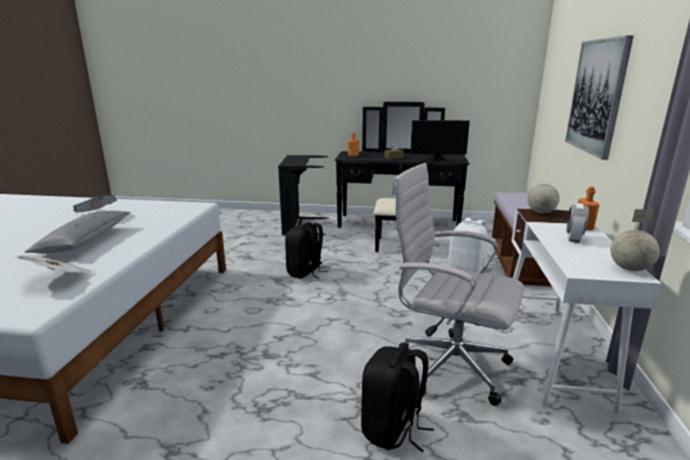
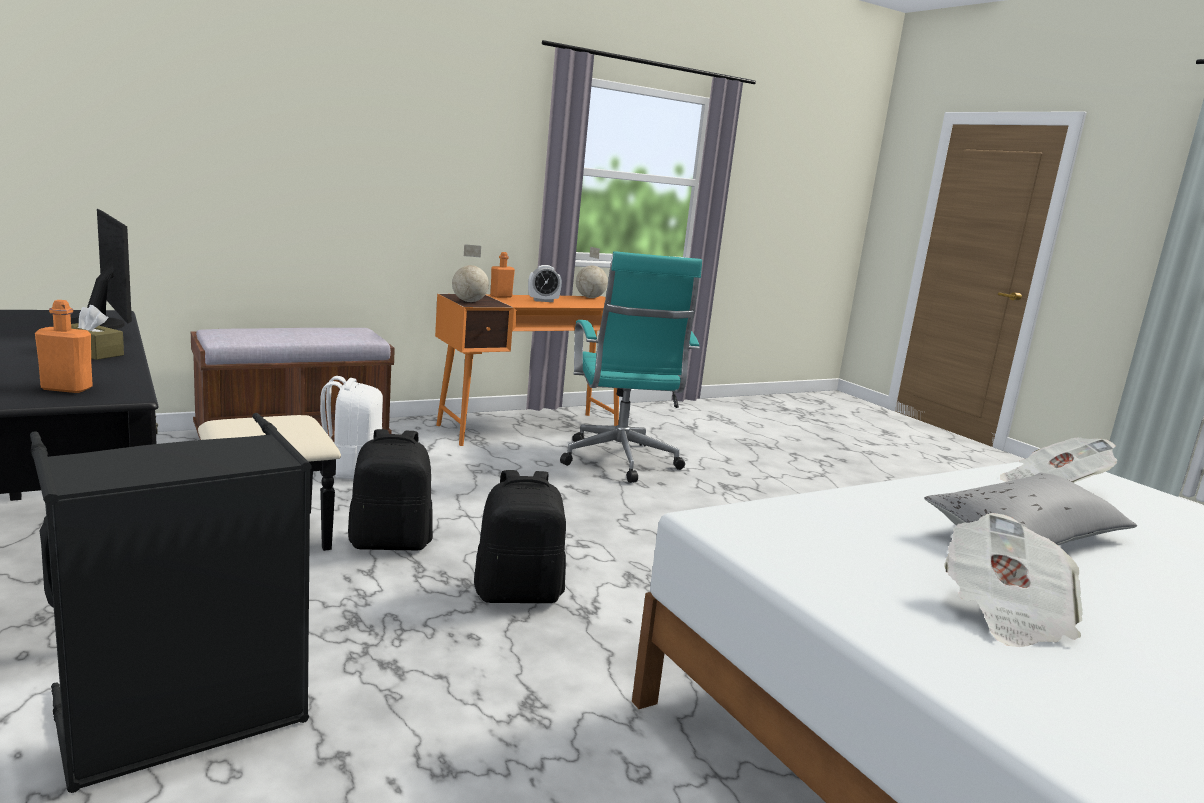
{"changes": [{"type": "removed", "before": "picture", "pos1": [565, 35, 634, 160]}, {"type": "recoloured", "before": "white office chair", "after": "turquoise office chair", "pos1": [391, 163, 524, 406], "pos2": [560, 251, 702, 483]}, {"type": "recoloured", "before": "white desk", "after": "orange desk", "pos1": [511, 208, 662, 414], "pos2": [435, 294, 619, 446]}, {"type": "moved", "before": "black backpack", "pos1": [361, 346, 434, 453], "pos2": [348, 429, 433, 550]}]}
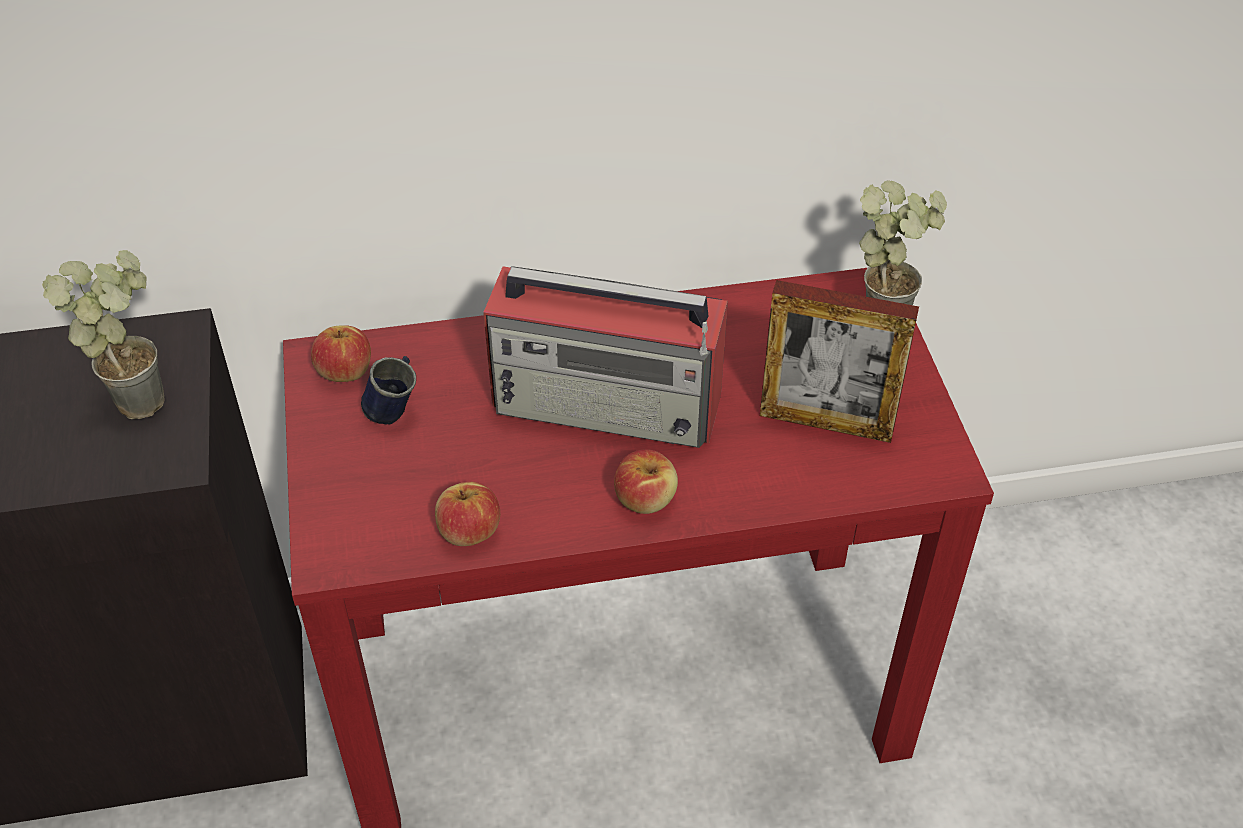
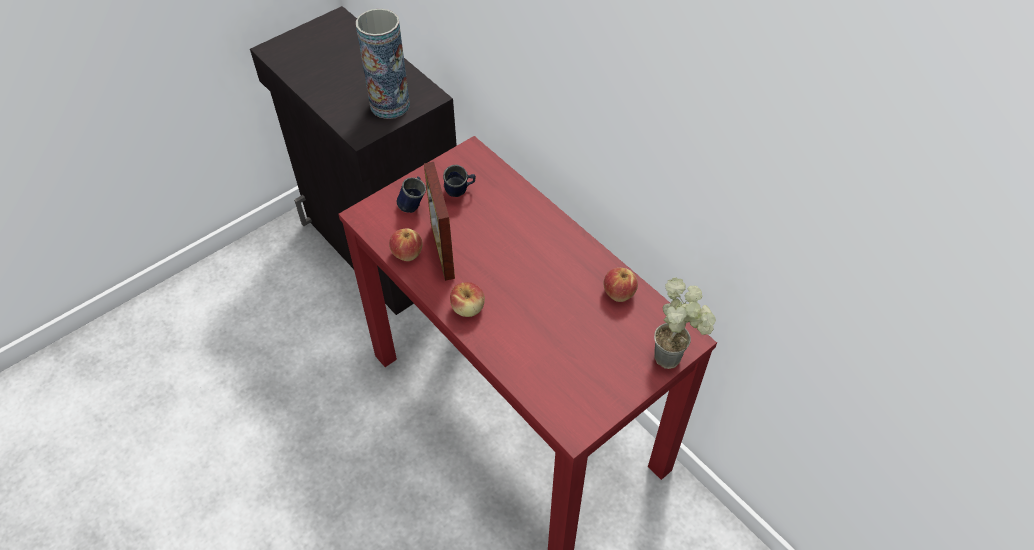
{"changes": [{"type": "replaced", "before": "potted plant", "after": "vase", "pos1": [42, 250, 165, 419], "pos2": [356, 9, 410, 119]}, {"type": "removed", "before": "radio", "pos1": [483, 266, 728, 448]}, {"type": "moved", "before": "picture frame", "pos1": [760, 280, 919, 443], "pos2": [424, 162, 455, 281]}, {"type": "moved", "before": "apple", "pos1": [311, 325, 371, 382], "pos2": [603, 268, 638, 302]}, {"type": "added", "after": "blue mug", "pos2": [397, 176, 426, 213]}]}
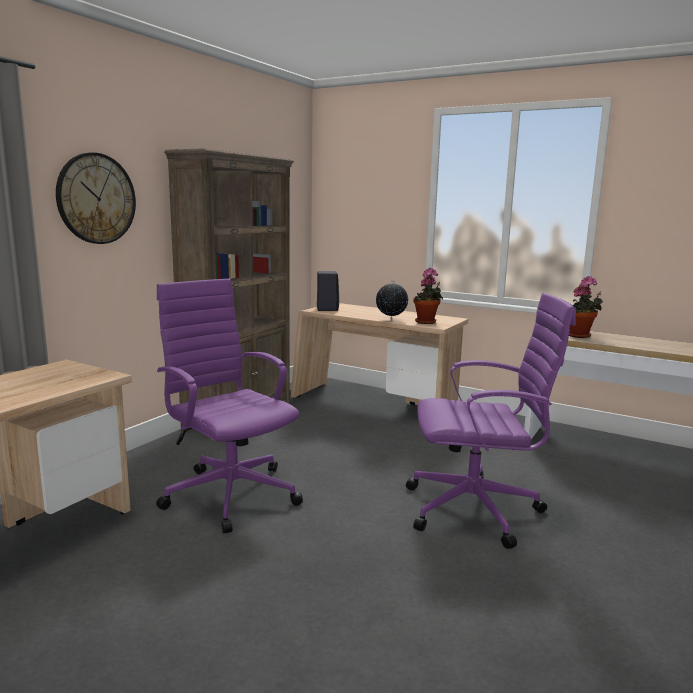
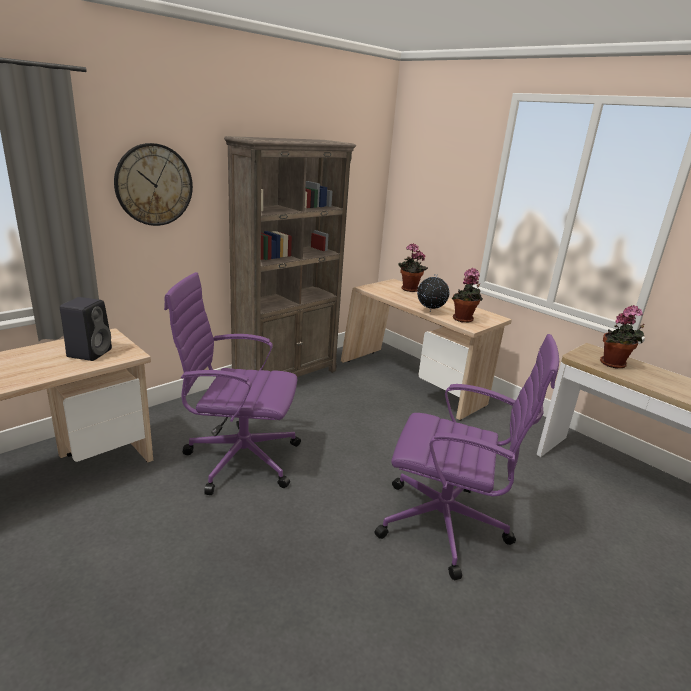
{"changes": [{"type": "moved", "before": "black speaker", "pos1": [317, 271, 339, 311], "pos2": [60, 297, 112, 361]}, {"type": "turned", "before": "purple office chair", "pos1": [156, 278, 303, 533], "pos2": [164, 272, 301, 495], "turn": -60}, {"type": "added", "after": "potted plant", "pos2": [398, 243, 428, 292]}]}
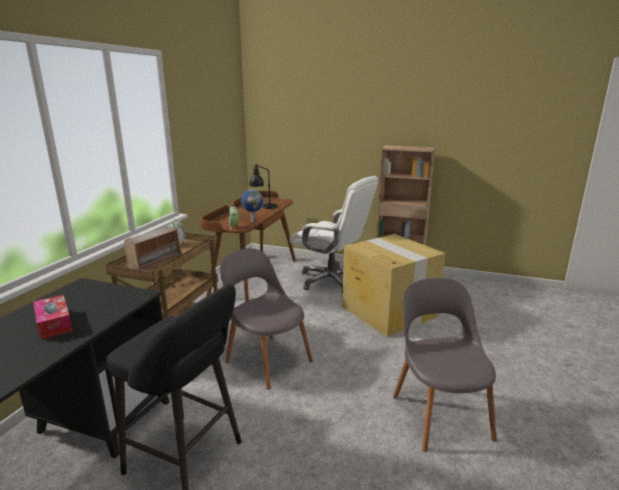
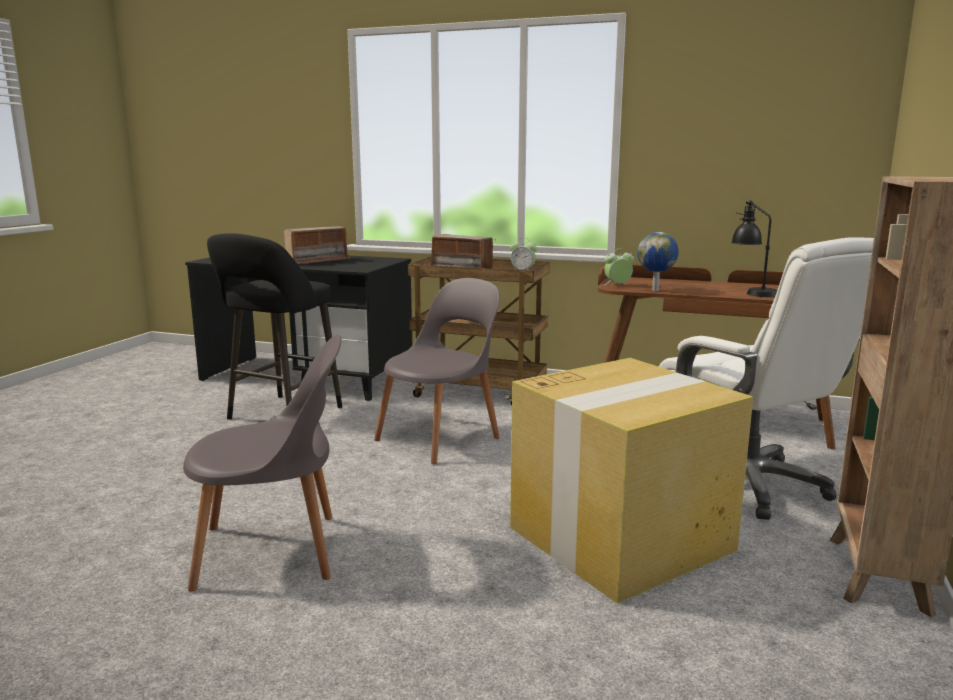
{"changes": [{"type": "turned", "before": "white office chair", "pos1": [290, 176, 378, 294], "pos2": [659, 237, 874, 520], "turn": -60}, {"type": "replaced", "before": "tissue box", "after": "radio", "pos1": [33, 295, 73, 340], "pos2": [284, 226, 350, 264]}]}
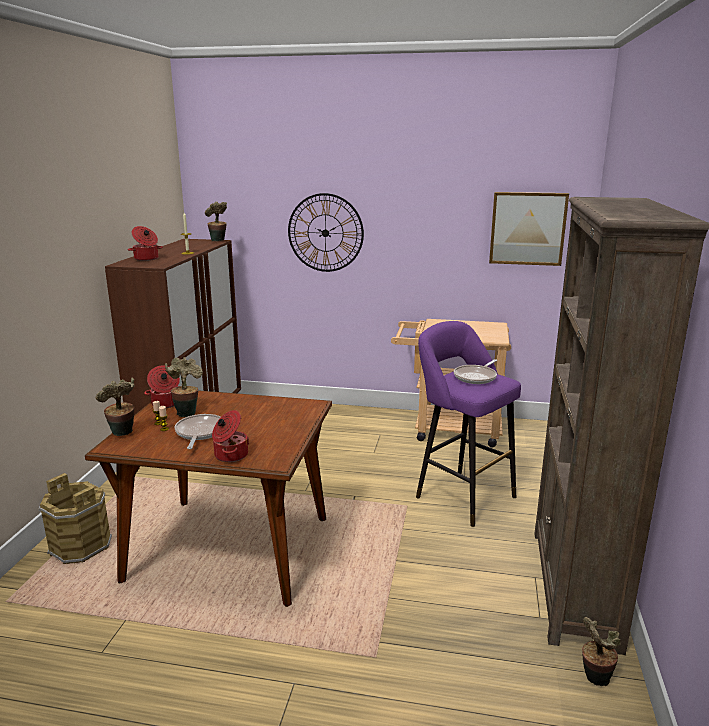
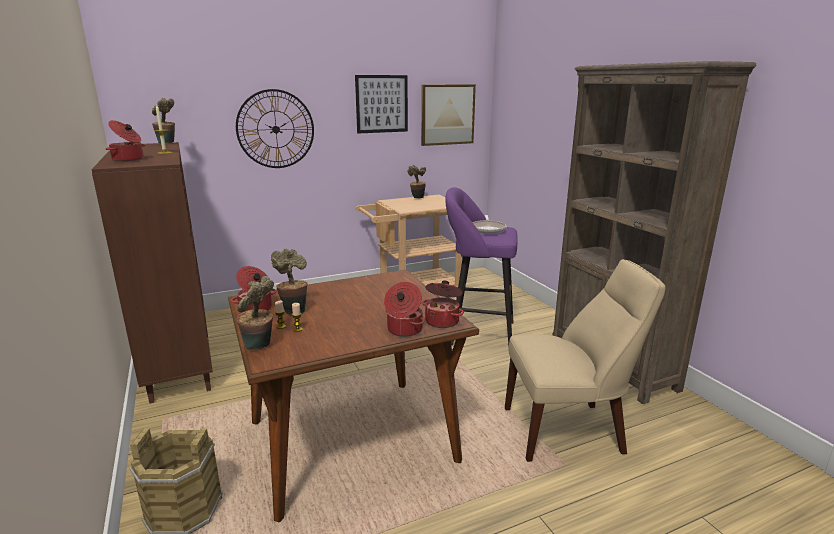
{"changes": [{"type": "removed", "before": "frying pan", "pos1": [175, 414, 221, 449]}, {"type": "moved", "before": "potted plant", "pos1": [582, 617, 621, 686], "pos2": [408, 165, 426, 198]}, {"type": "added", "after": "picture", "pos2": [355, 75, 408, 133]}, {"type": "added", "after": "beige chair", "pos2": [505, 259, 666, 462]}, {"type": "added", "after": "cooking pot", "pos2": [422, 280, 464, 328]}]}
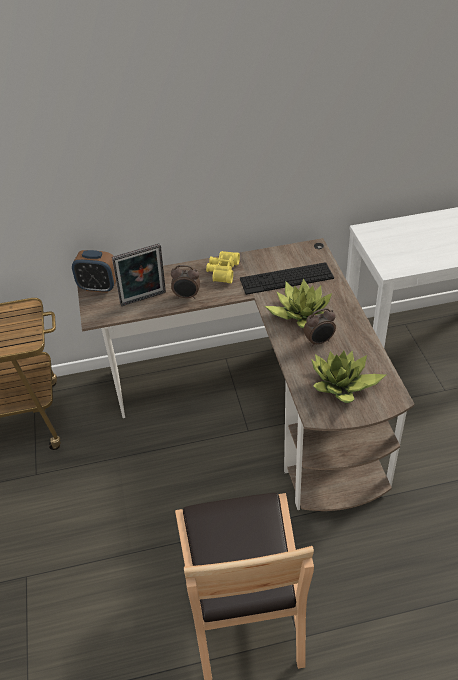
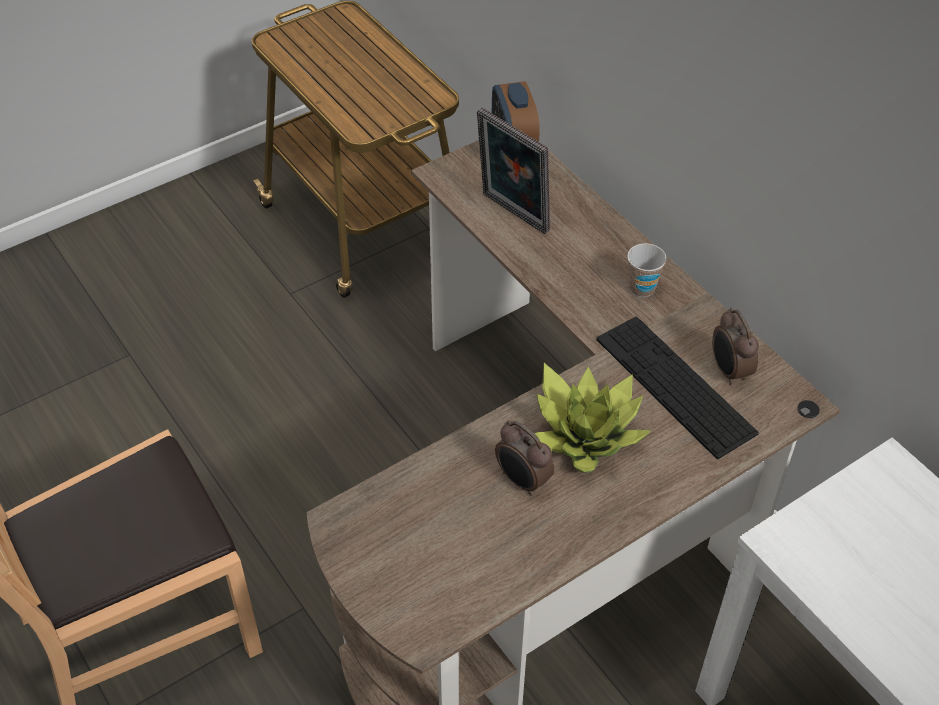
{"changes": [{"type": "replaced", "before": "yellow binoculars", "after": "cup", "pos1": [206, 251, 240, 283], "pos2": [627, 243, 667, 297]}, {"type": "moved", "before": "alarm clock", "pos1": [171, 265, 200, 299], "pos2": [712, 308, 759, 385]}, {"type": "removed", "before": "potted plant", "pos1": [311, 351, 386, 403]}]}
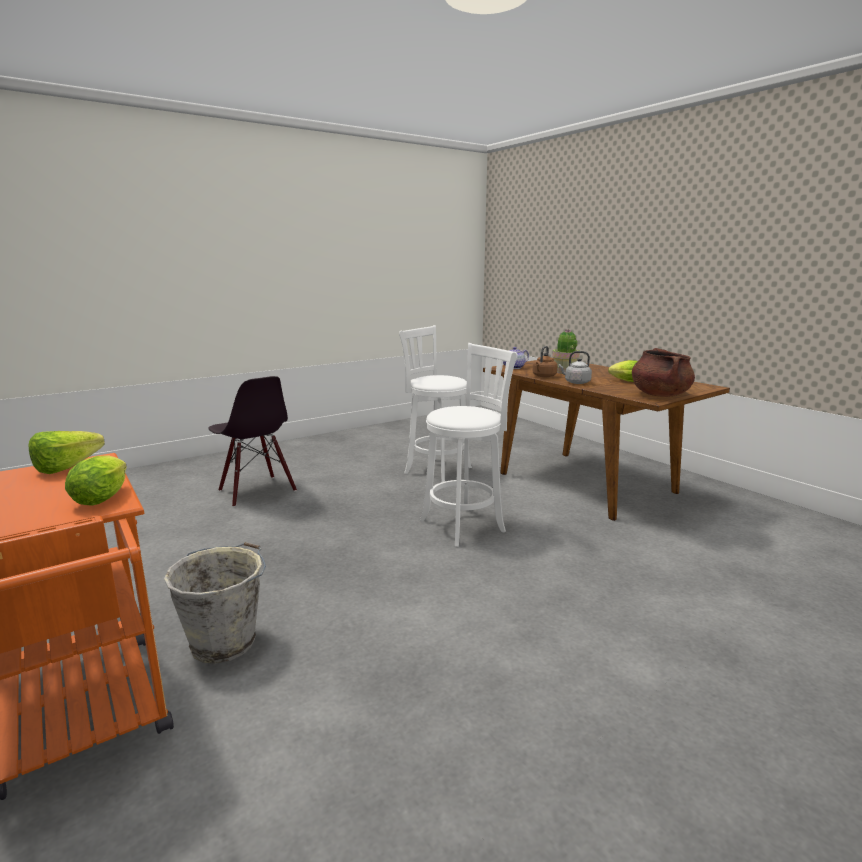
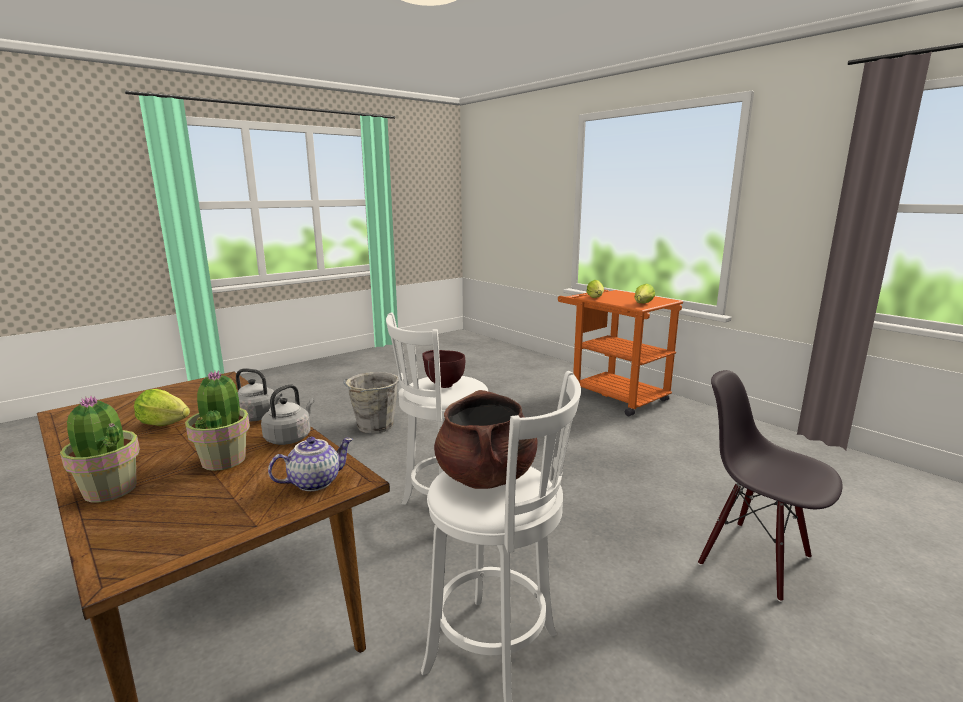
{"changes": [{"type": "recoloured", "before": "brown kettle", "after": "grey kettle", "pos1": [533, 346, 558, 377], "pos2": [261, 384, 315, 445]}, {"type": "moved", "before": "brown cooking pot", "pos1": [632, 348, 695, 397], "pos2": [434, 390, 537, 489]}, {"type": "moved", "before": "grey bucket", "pos1": [164, 542, 266, 664], "pos2": [343, 372, 398, 434]}, {"type": "added", "after": "brown bowl", "pos2": [422, 350, 465, 388]}, {"type": "added", "after": "potted plant", "pos2": [60, 396, 140, 503]}]}
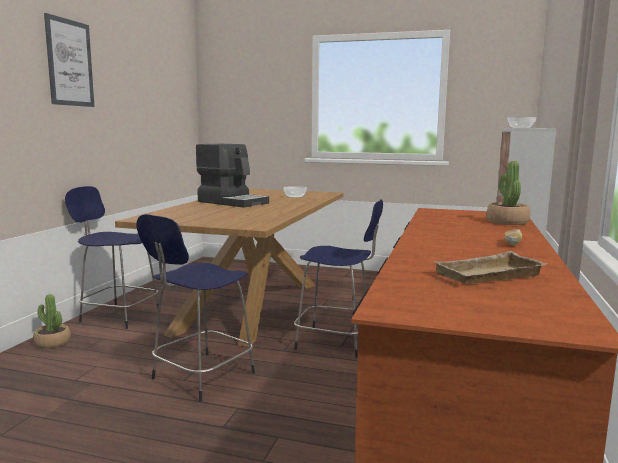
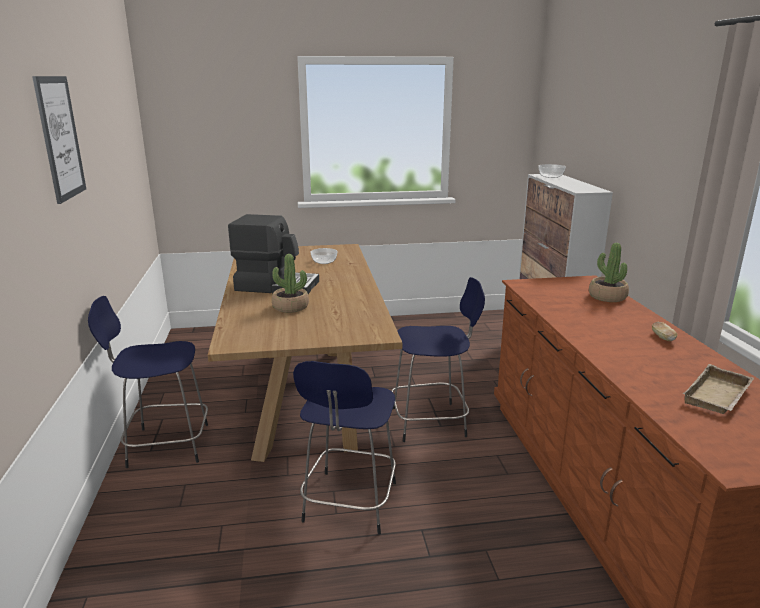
{"changes": [{"type": "moved", "before": "potted plant", "pos1": [33, 294, 71, 348], "pos2": [272, 254, 309, 313]}]}
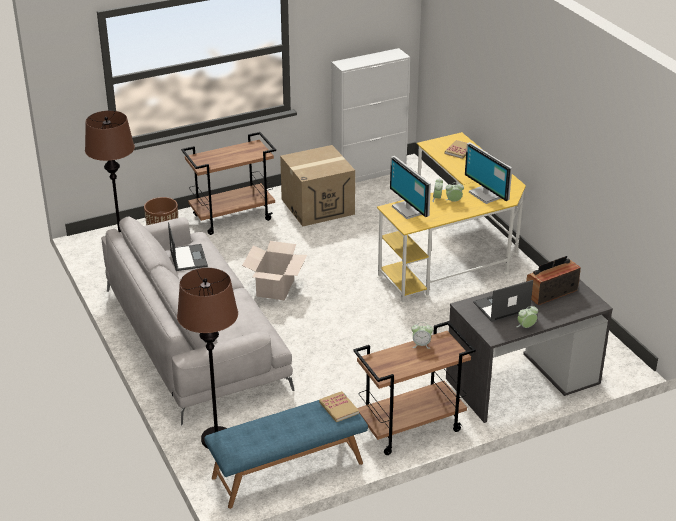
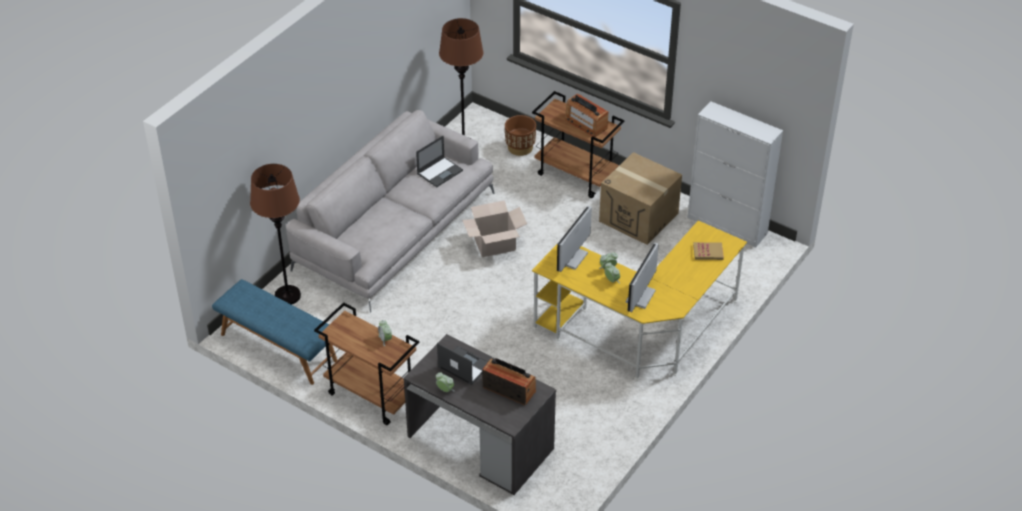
{"changes": [{"type": "removed", "before": "book", "pos1": [319, 391, 359, 422]}, {"type": "added", "after": "radio", "pos2": [565, 94, 608, 137]}]}
